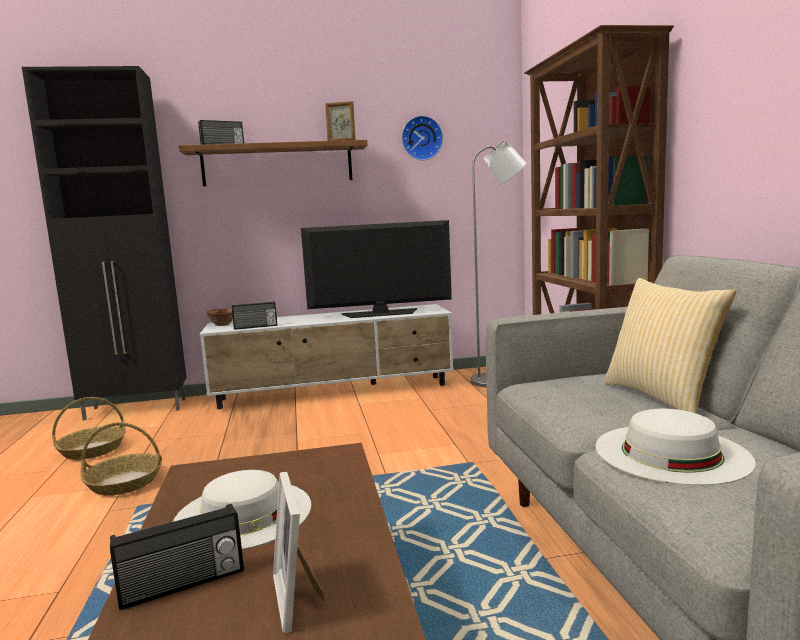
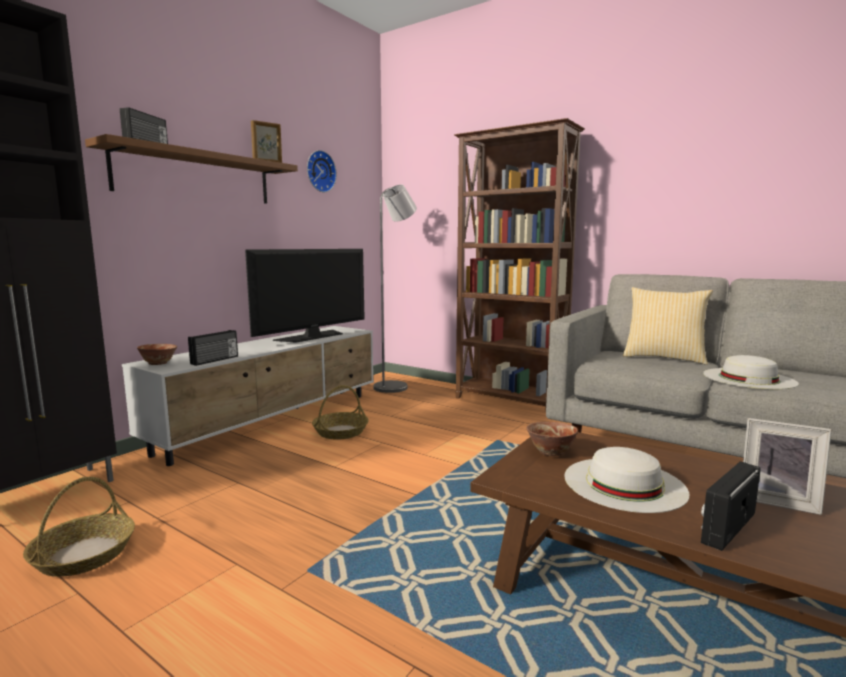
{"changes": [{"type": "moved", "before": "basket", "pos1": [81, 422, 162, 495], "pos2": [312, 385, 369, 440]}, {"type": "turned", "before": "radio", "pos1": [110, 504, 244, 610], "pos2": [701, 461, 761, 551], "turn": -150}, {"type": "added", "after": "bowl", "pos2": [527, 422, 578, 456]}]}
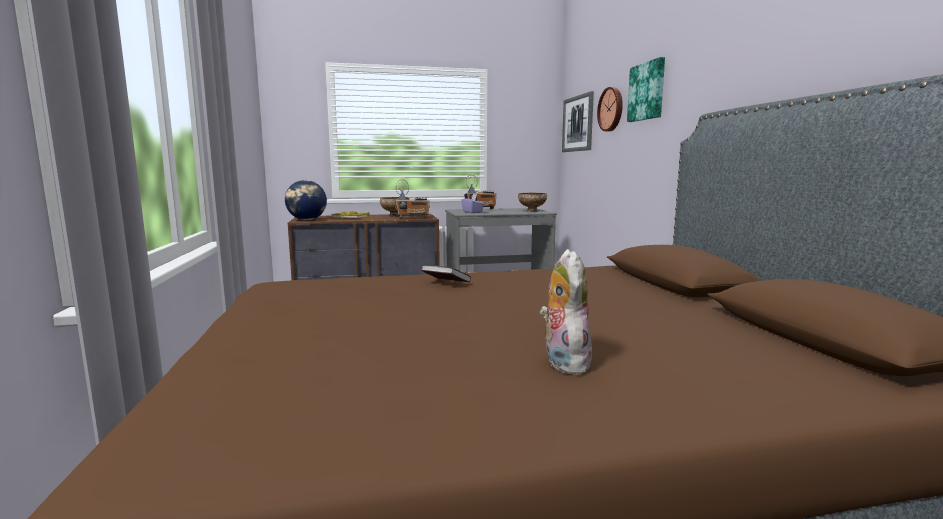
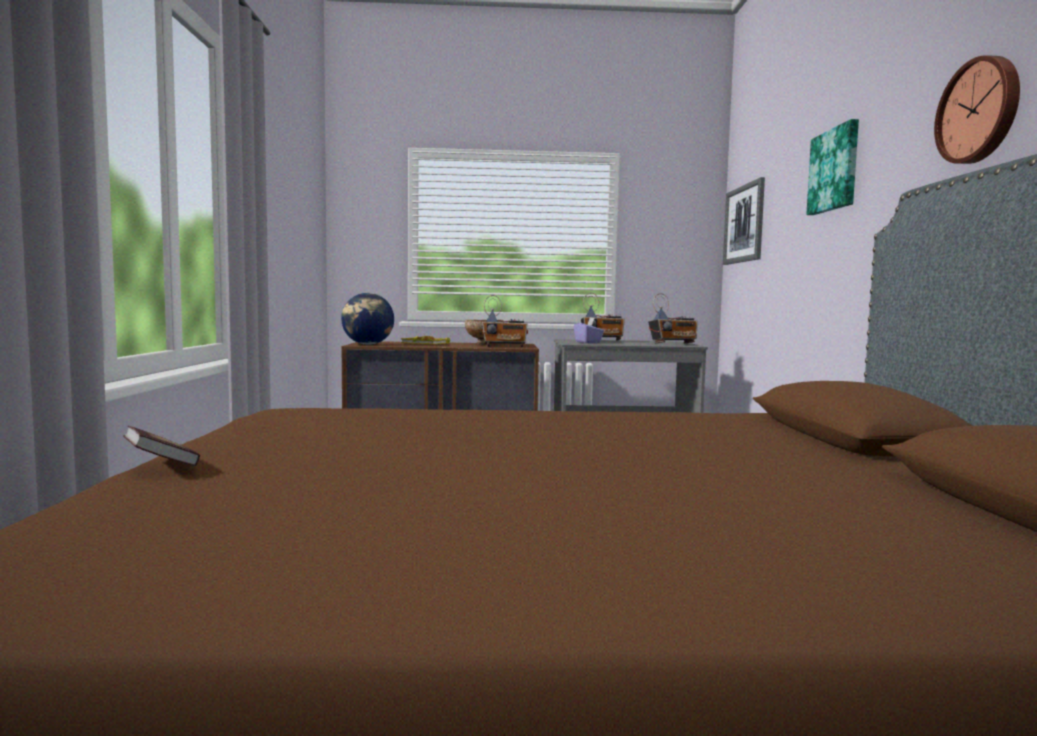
{"changes": [{"type": "moved", "before": "wall clock", "pos1": [597, 87, 623, 131], "pos2": [934, 55, 1020, 164]}, {"type": "replaced", "before": "bowl", "after": "radio", "pos1": [518, 193, 547, 212], "pos2": [648, 293, 698, 343]}, {"type": "removed", "before": "plush toy", "pos1": [540, 249, 593, 375]}, {"type": "moved", "before": "book", "pos1": [421, 265, 471, 282], "pos2": [123, 426, 200, 466]}]}
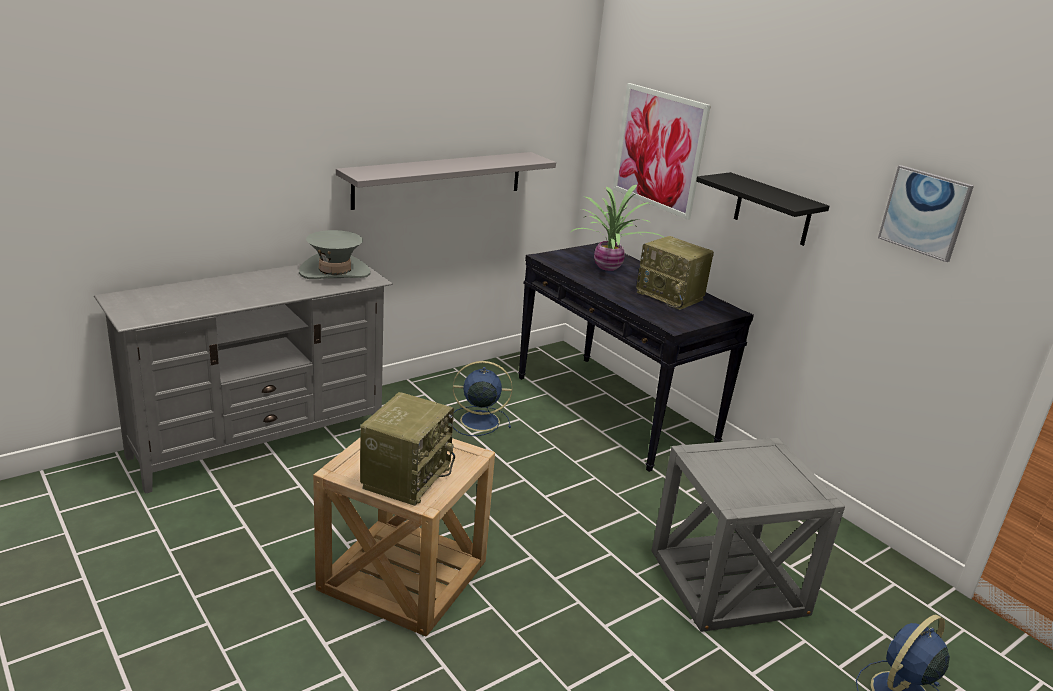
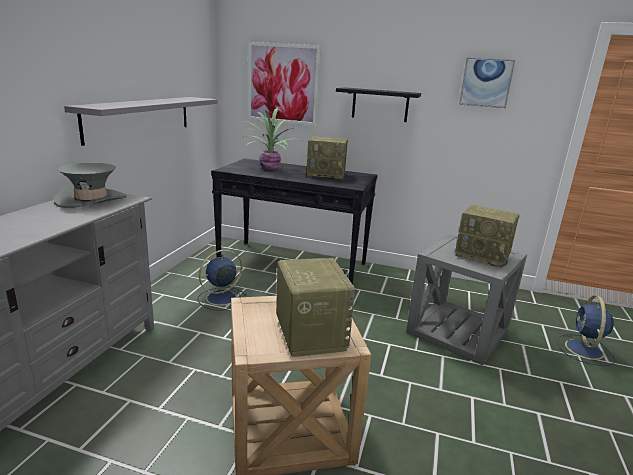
{"changes": [{"type": "added", "after": "radio", "pos2": [455, 205, 520, 268]}]}
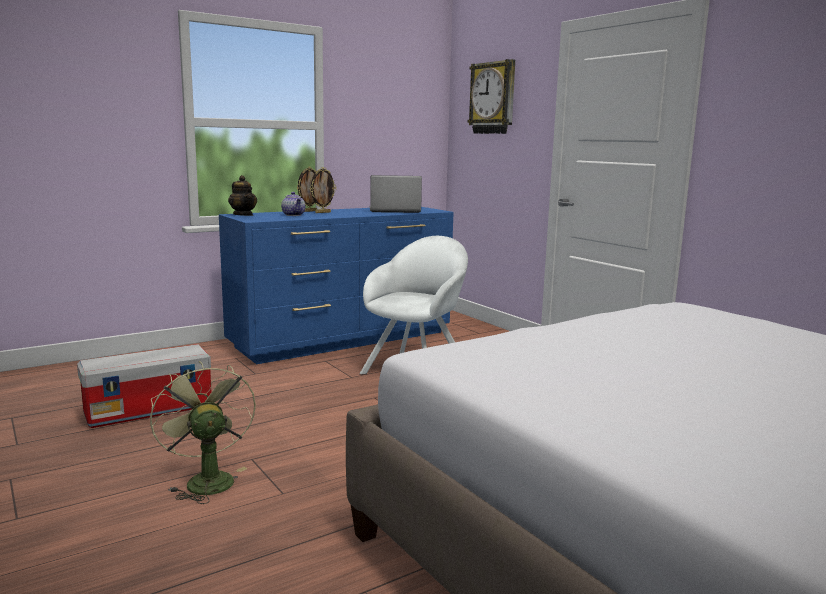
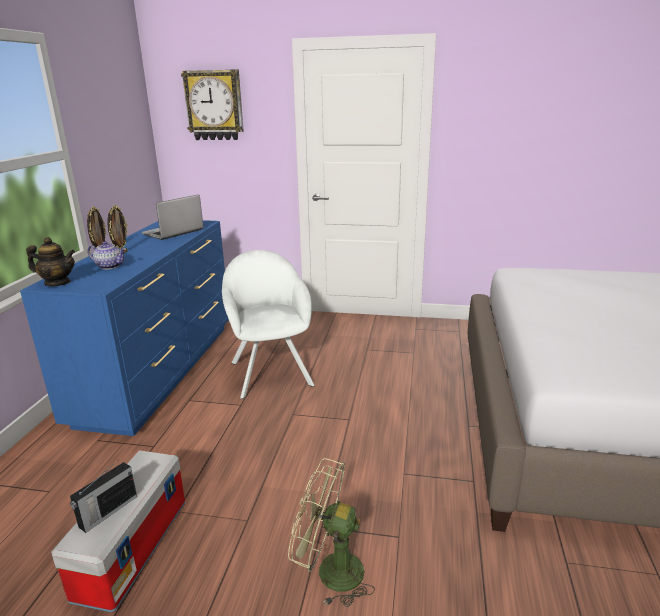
{"changes": [{"type": "added", "after": "radio", "pos2": [70, 462, 137, 533]}]}
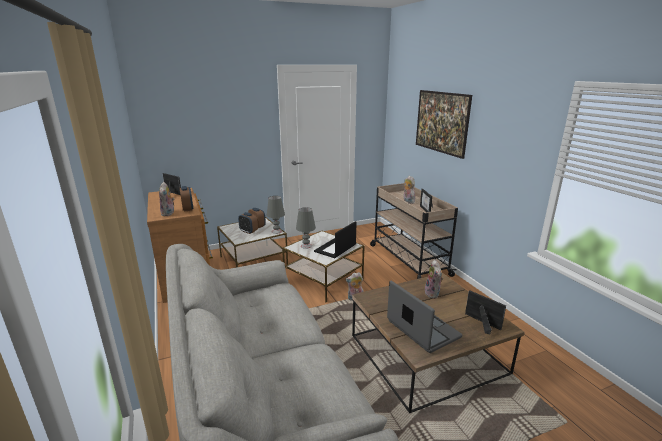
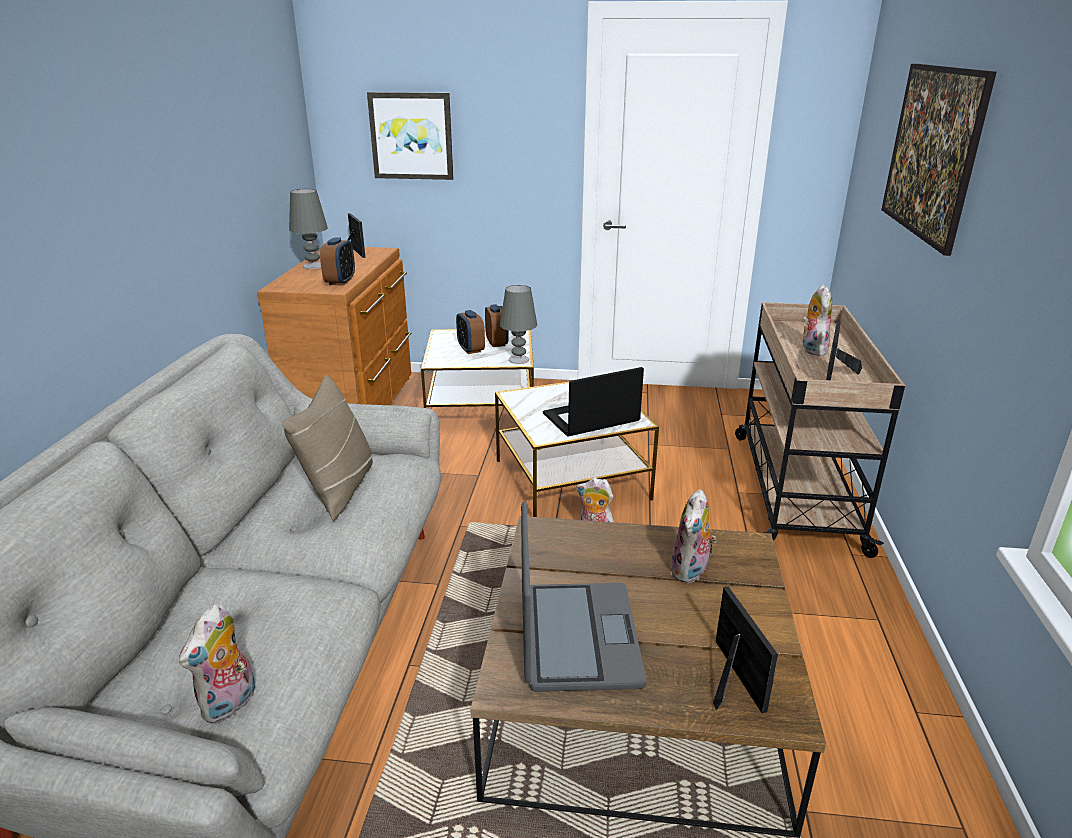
{"changes": [{"type": "moved", "before": "plush toy", "pos1": [159, 182, 174, 216], "pos2": [179, 604, 255, 724]}, {"type": "moved", "before": "grey table lamp", "pos1": [296, 207, 316, 249], "pos2": [289, 189, 328, 269]}, {"type": "added", "after": "picture", "pos2": [367, 92, 453, 180]}, {"type": "added", "after": "beige pillow", "pos2": [282, 375, 374, 521]}]}
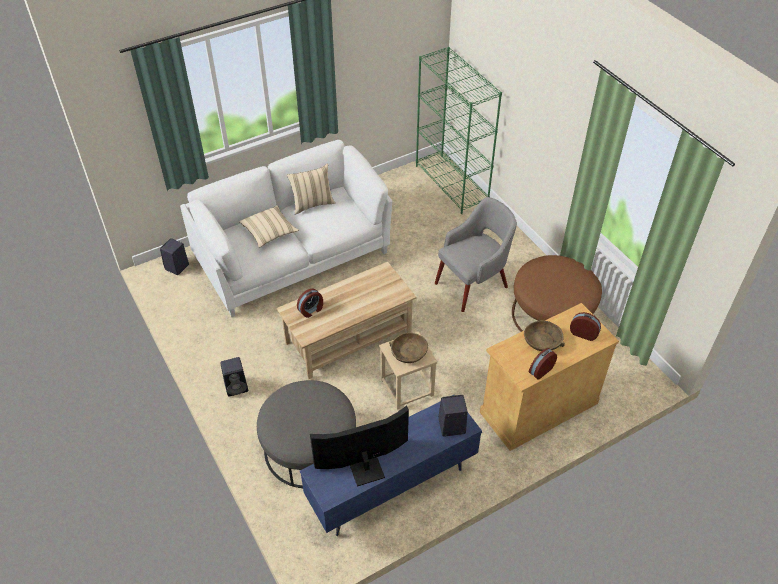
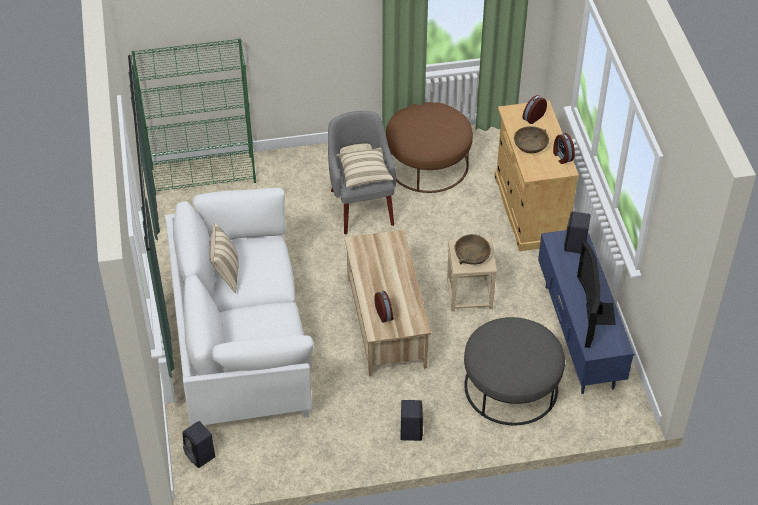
{"changes": [{"type": "moved", "before": "beige pillow", "pos1": [239, 205, 299, 248], "pos2": [337, 147, 393, 188]}]}
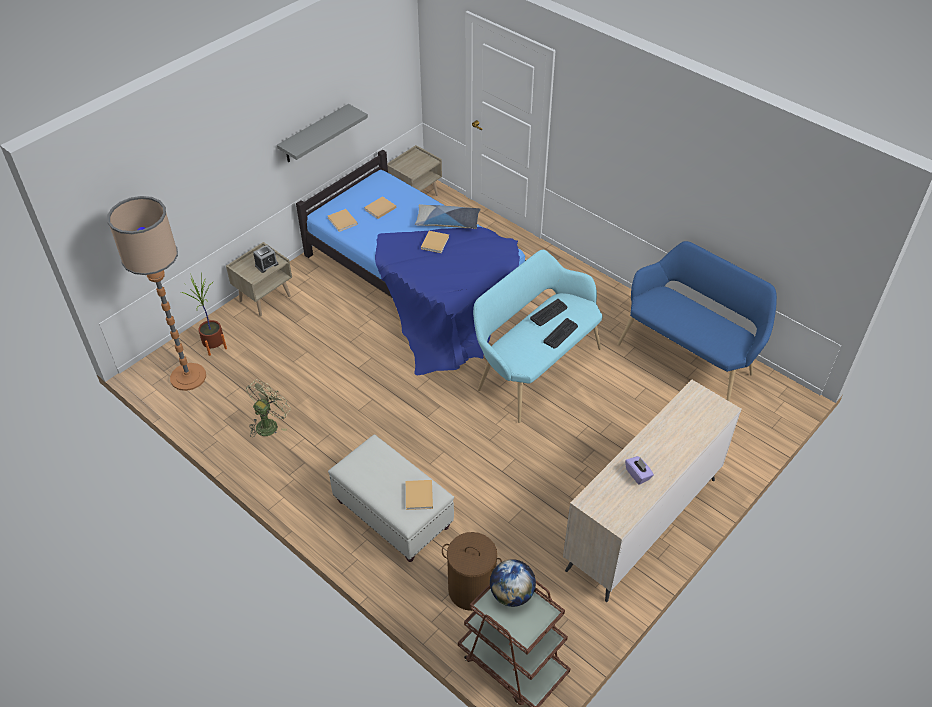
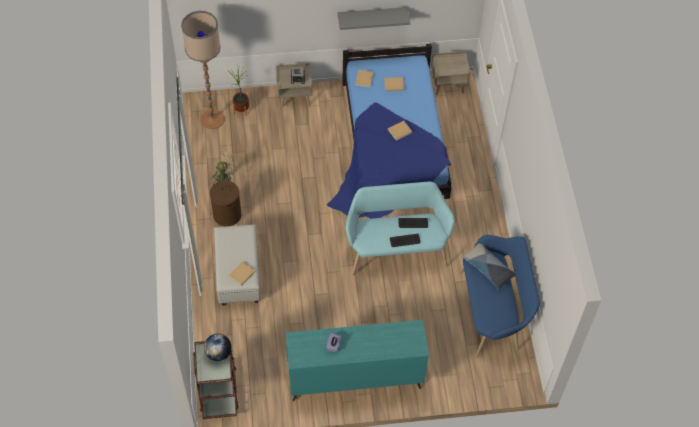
{"changes": [{"type": "moved", "before": "pillow", "pos1": [415, 204, 481, 229], "pos2": [462, 244, 516, 289]}, {"type": "recoloured", "before": "beige dresser", "after": "turquoise dresser", "pos1": [563, 380, 742, 602], "pos2": [286, 320, 429, 401]}, {"type": "moved", "before": "brown laundry basket", "pos1": [442, 532, 502, 611], "pos2": [210, 180, 241, 226]}]}
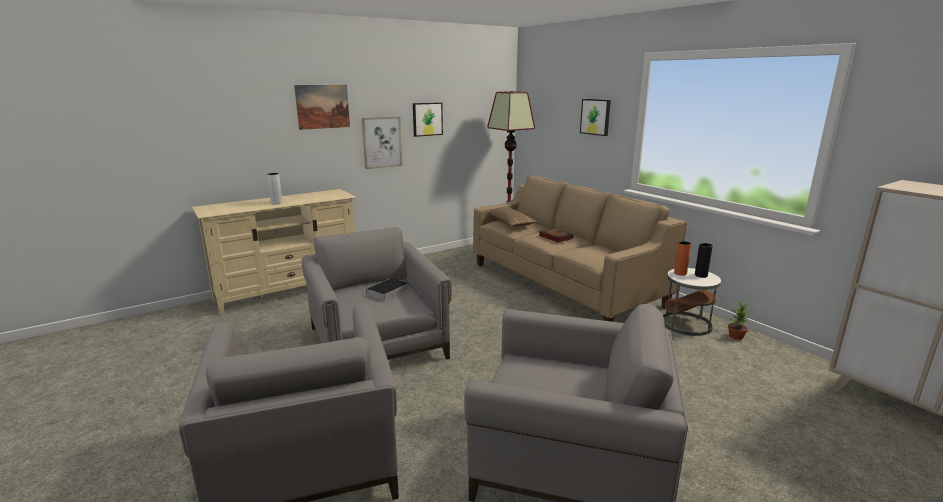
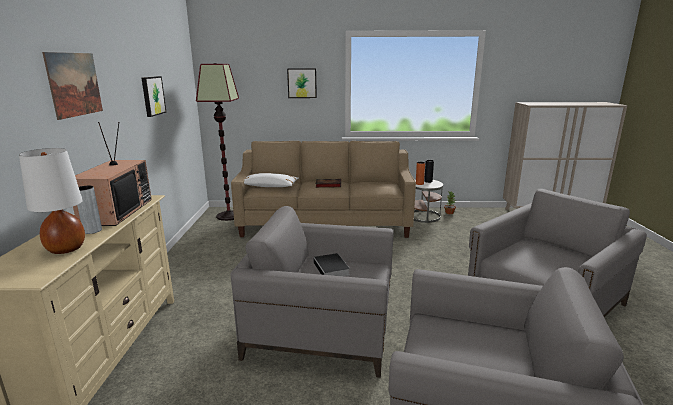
{"changes": [{"type": "removed", "before": "picture", "pos1": [362, 116, 402, 169]}, {"type": "recoloured", "before": "brown pillow", "after": "white pillow", "pos1": [487, 207, 537, 226], "pos2": [244, 173, 299, 187]}, {"type": "added", "after": "television", "pos2": [73, 122, 152, 226]}, {"type": "added", "after": "white table lamp", "pos2": [19, 148, 85, 254]}]}
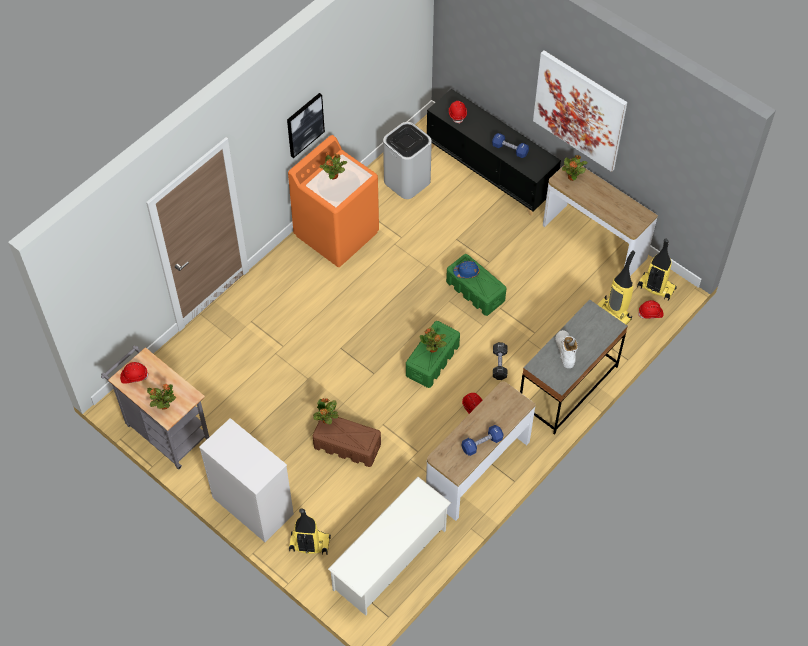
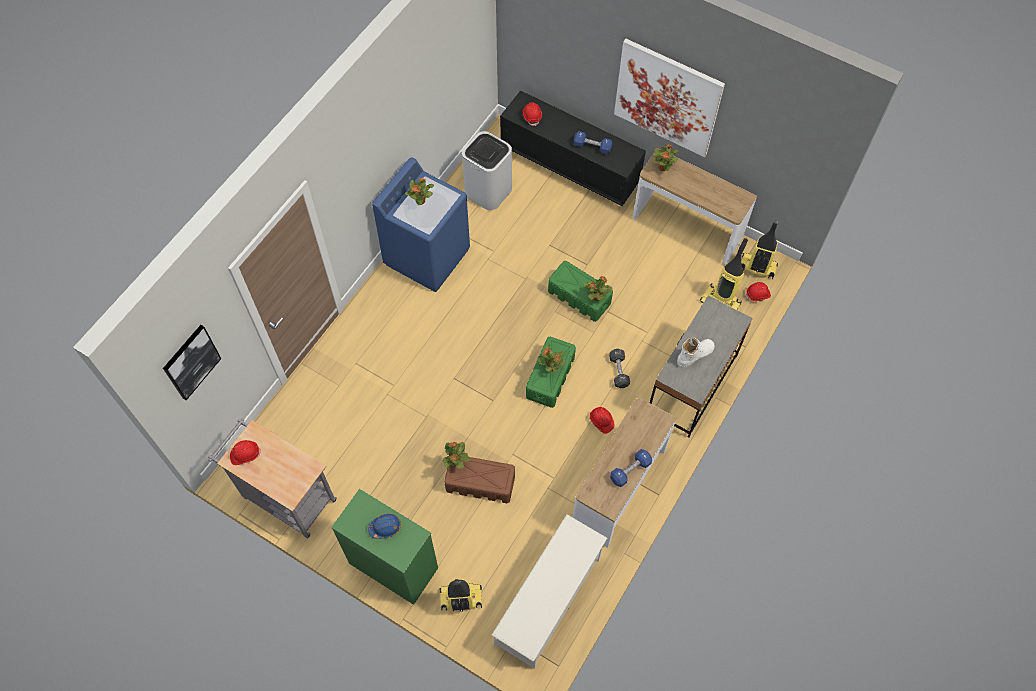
{"changes": [{"type": "moved", "before": "picture", "pos1": [287, 93, 325, 158], "pos2": [163, 325, 221, 400]}, {"type": "recoloured", "before": "orange washing machine", "after": "blue washing machine", "pos1": [288, 135, 379, 267], "pos2": [372, 157, 470, 292]}, {"type": "moved", "before": "blue hard hat", "pos1": [453, 261, 479, 278], "pos2": [368, 513, 401, 539]}, {"type": "turned", "before": "white boot", "pos1": [555, 330, 578, 368], "pos2": [677, 338, 715, 368], "turn": 75}, {"type": "moved", "before": "potted plant", "pos1": [147, 383, 176, 409], "pos2": [584, 276, 612, 301]}, {"type": "recoloured", "before": "white dresser", "after": "green dresser", "pos1": [199, 418, 294, 542], "pos2": [331, 489, 438, 605]}]}
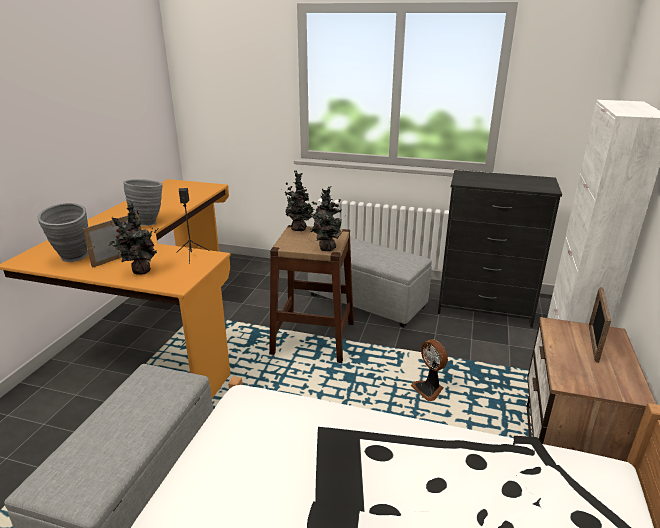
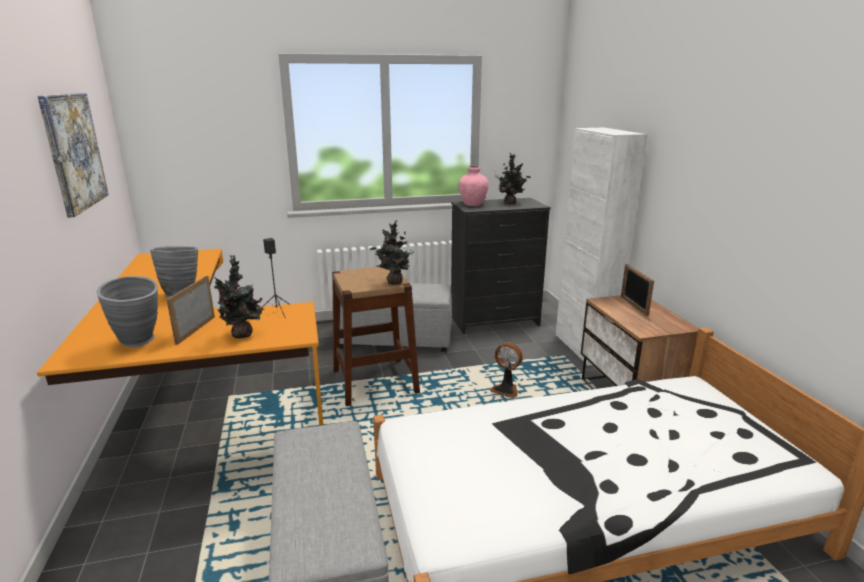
{"changes": [{"type": "moved", "before": "potted plant", "pos1": [285, 170, 317, 231], "pos2": [495, 153, 531, 204]}, {"type": "added", "after": "picture", "pos2": [37, 93, 109, 218]}, {"type": "added", "after": "pink vase", "pos2": [458, 166, 489, 206]}]}
